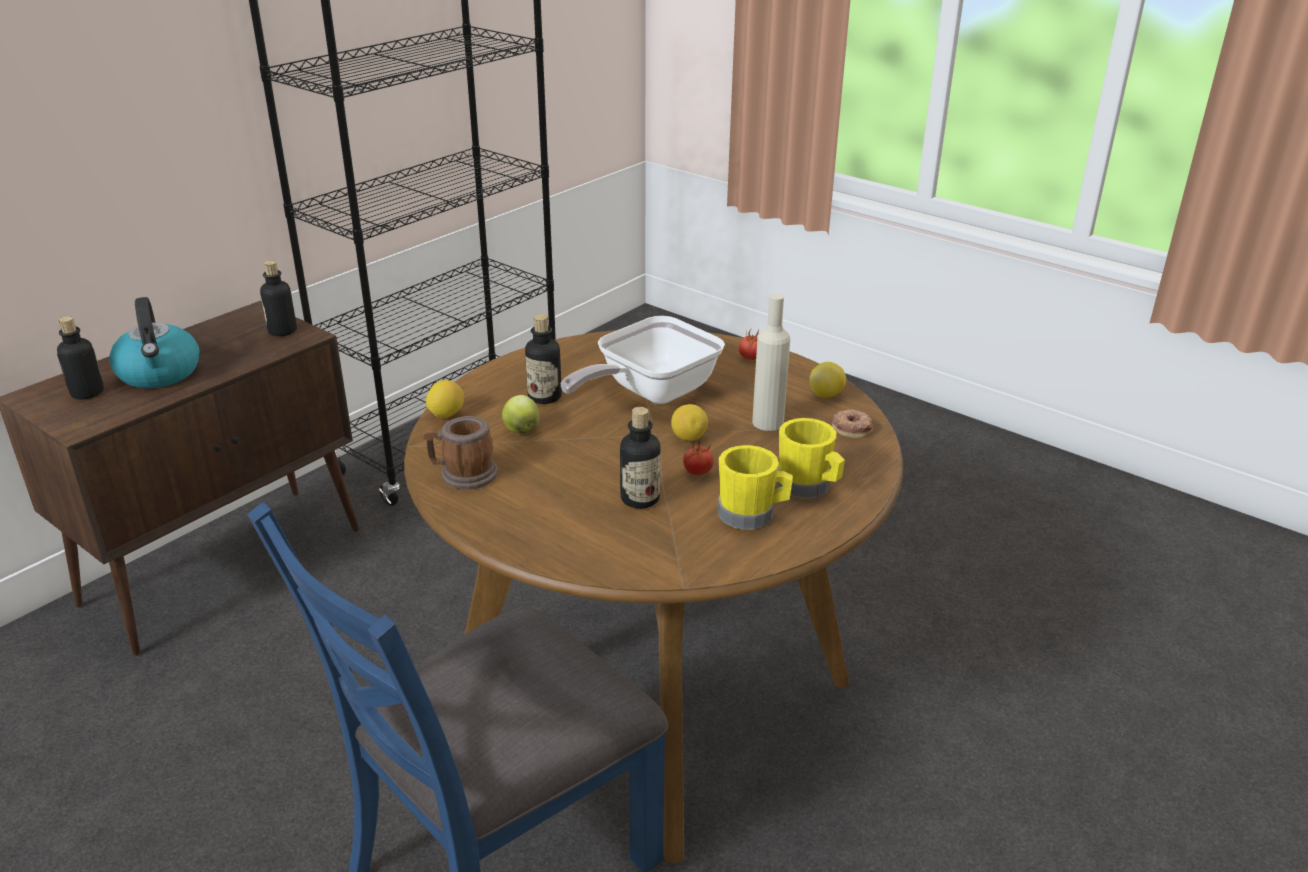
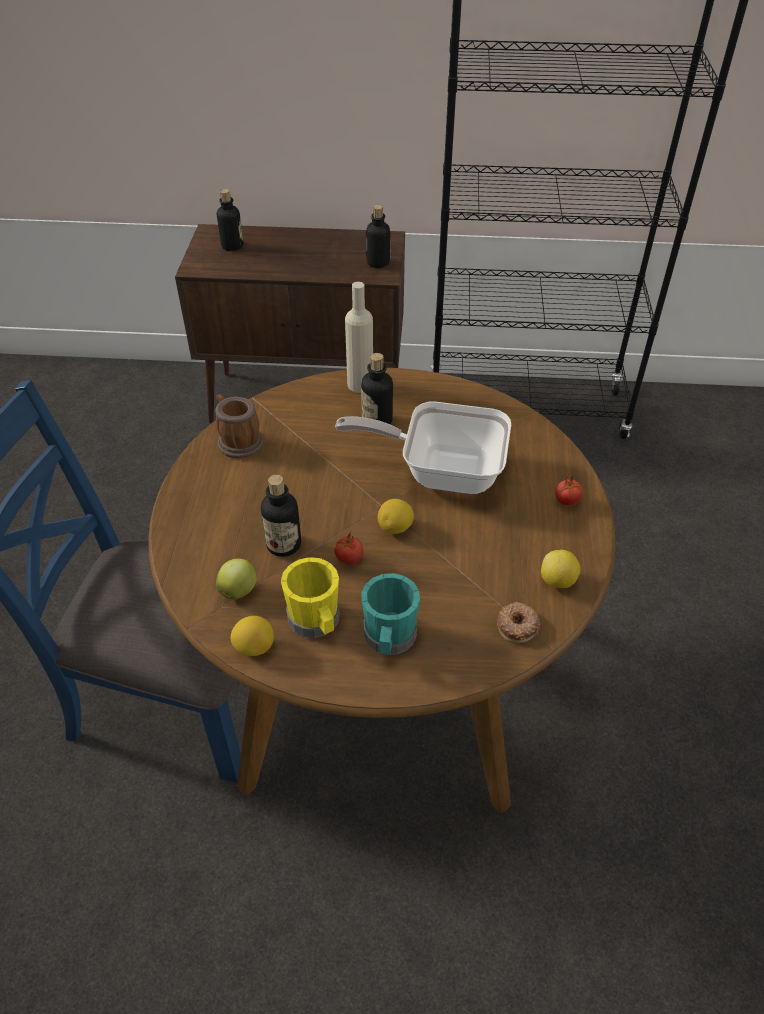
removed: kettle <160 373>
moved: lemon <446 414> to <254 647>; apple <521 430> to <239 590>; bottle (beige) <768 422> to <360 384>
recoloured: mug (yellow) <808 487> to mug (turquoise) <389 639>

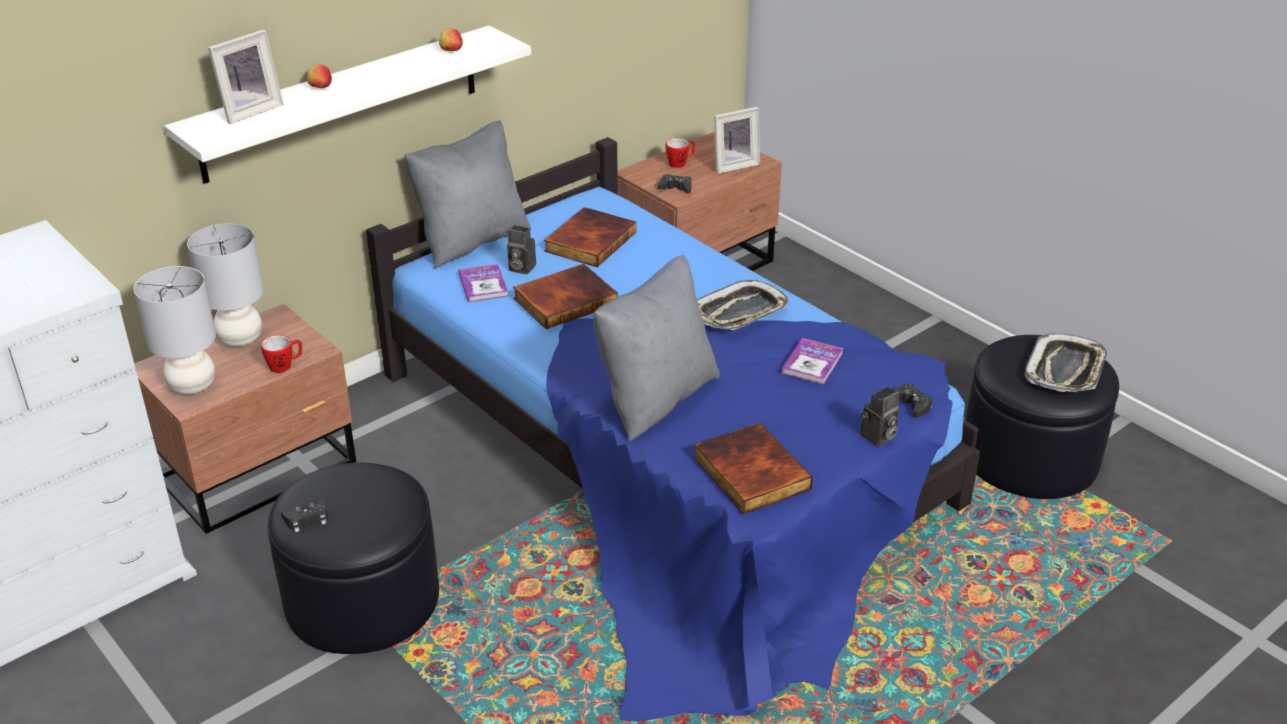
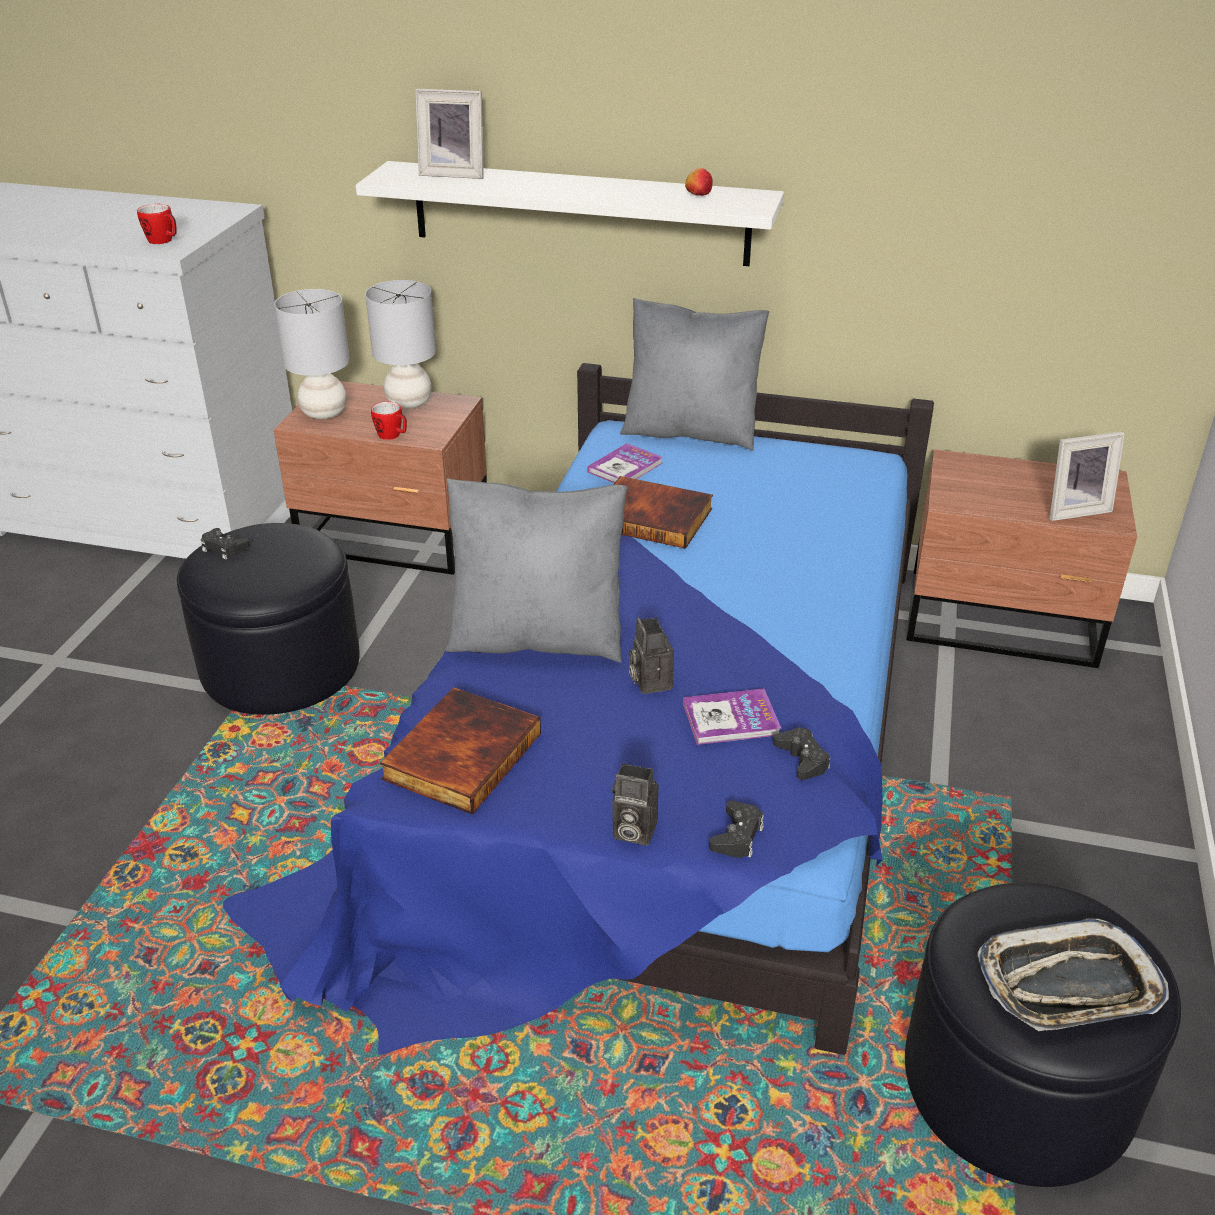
removed: apple <320 87>; book <589 241>; tray <739 313>
moved: photo camera <520 268> to <649 681>; game controller (black) <676 188> to <802 759>; mug <680 163> to <164 241>
turned: picture frame <734 165> = <1074 509> 45 degrees counterclockwise

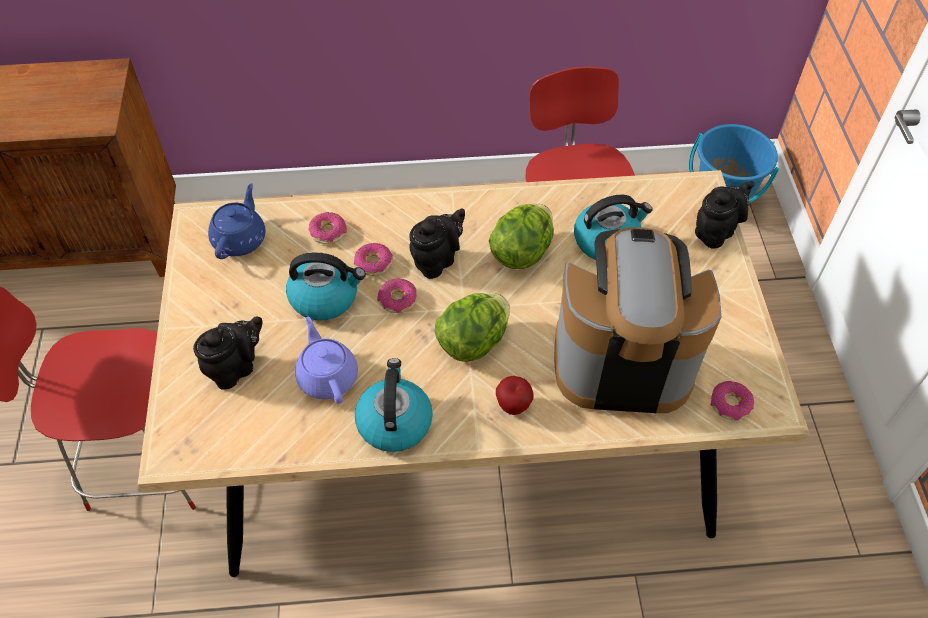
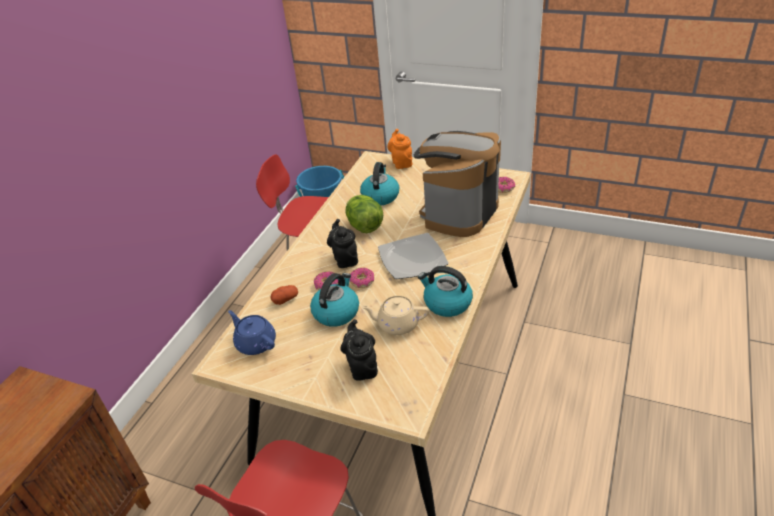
removed: apple <513 406>
replaced: donut <328 232> to potato <285 299>; lettuce <473 341> to plate <412 259>
recoloured: teapot (purple) <327 376> to teapot (beige) <397 324>; teapot (black) <716 231> to teapot (orange) <401 162>

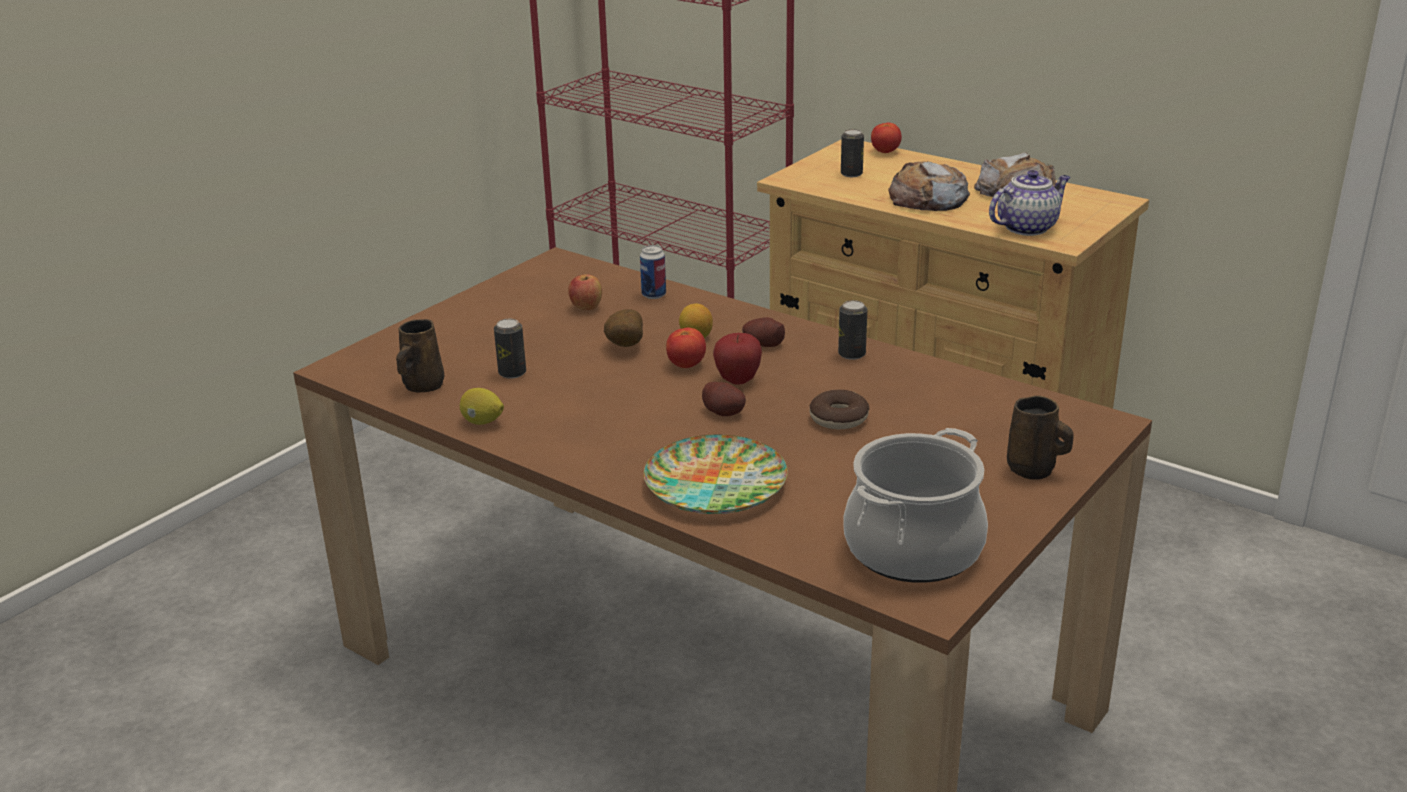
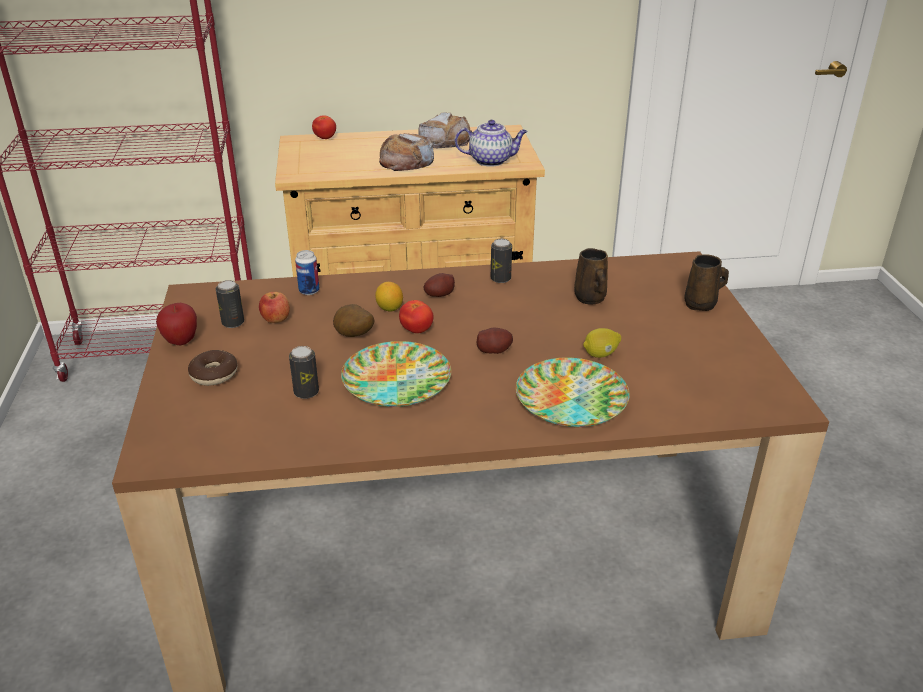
removed: cooking pot <913 548>
added: plate <397 381>
moved: mug (brown) <422 386> to <590 299>; lemon <482 422> to <600 354>; apple <738 380> to <181 341>; donut <839 418> to <214 374>; can <851 174> to <233 323>
turned: teapot <1027 227> = <491 161> 75 degrees clockwise

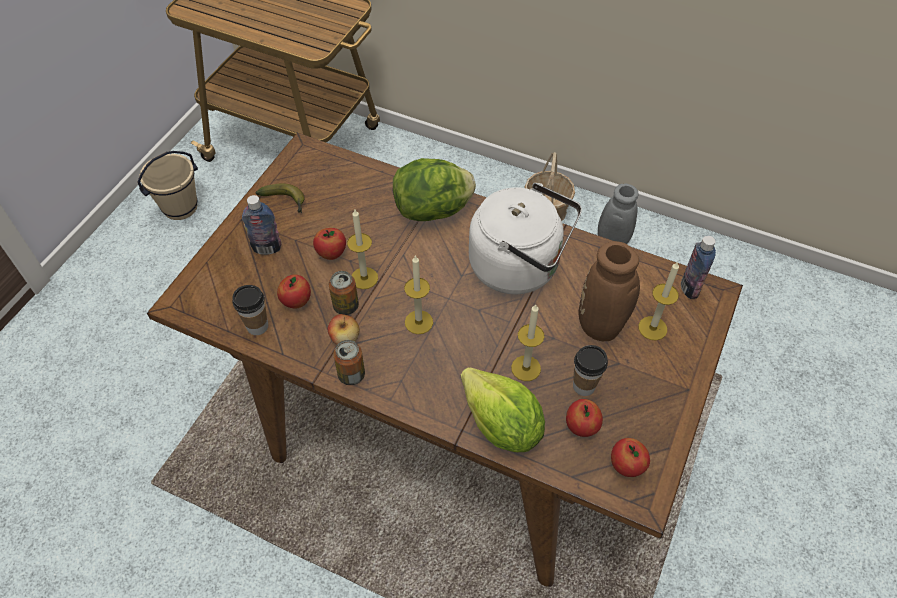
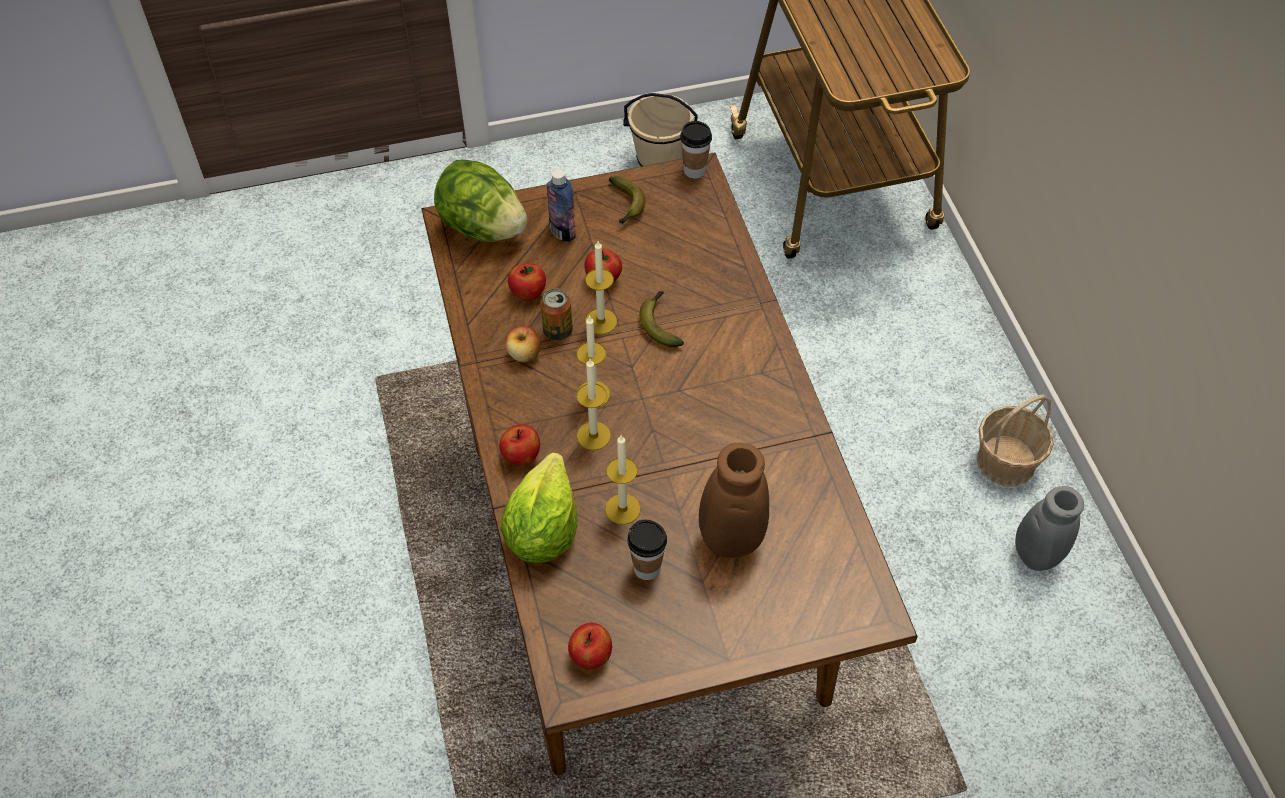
removed: can <351 375>; kettle (white) <520 267>; bottle <689 288>
added: banana <660 323>
moved: cup <257 326> to <694 170>; lettuce <433 210> to <483 228>; apple <581 427> to <521 456>; candle <652 328> to <593 436>

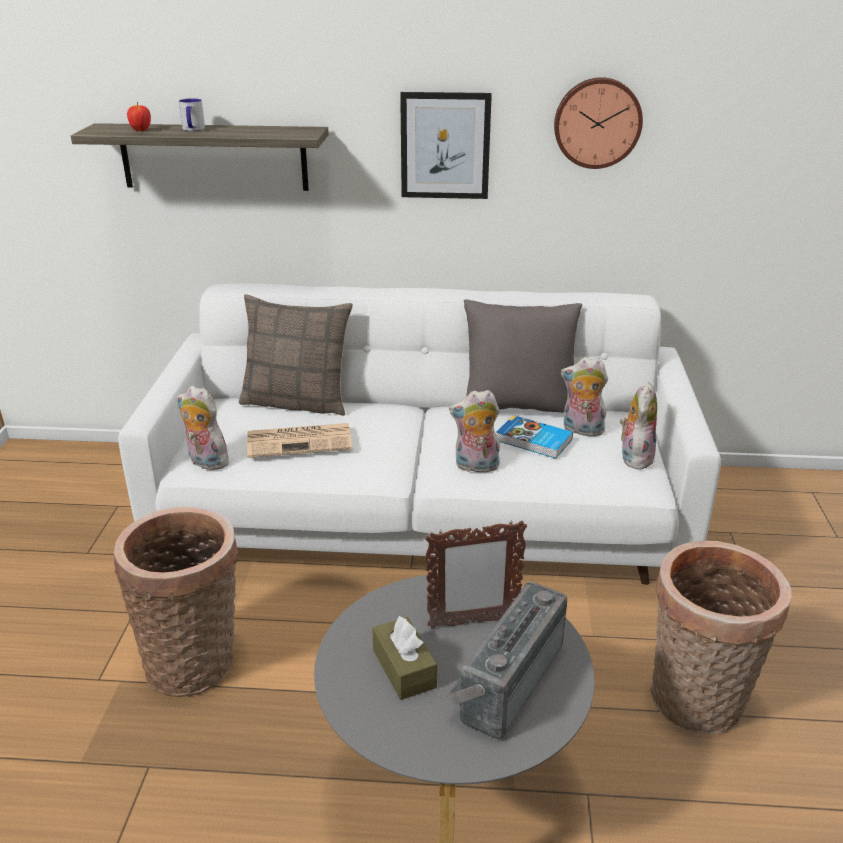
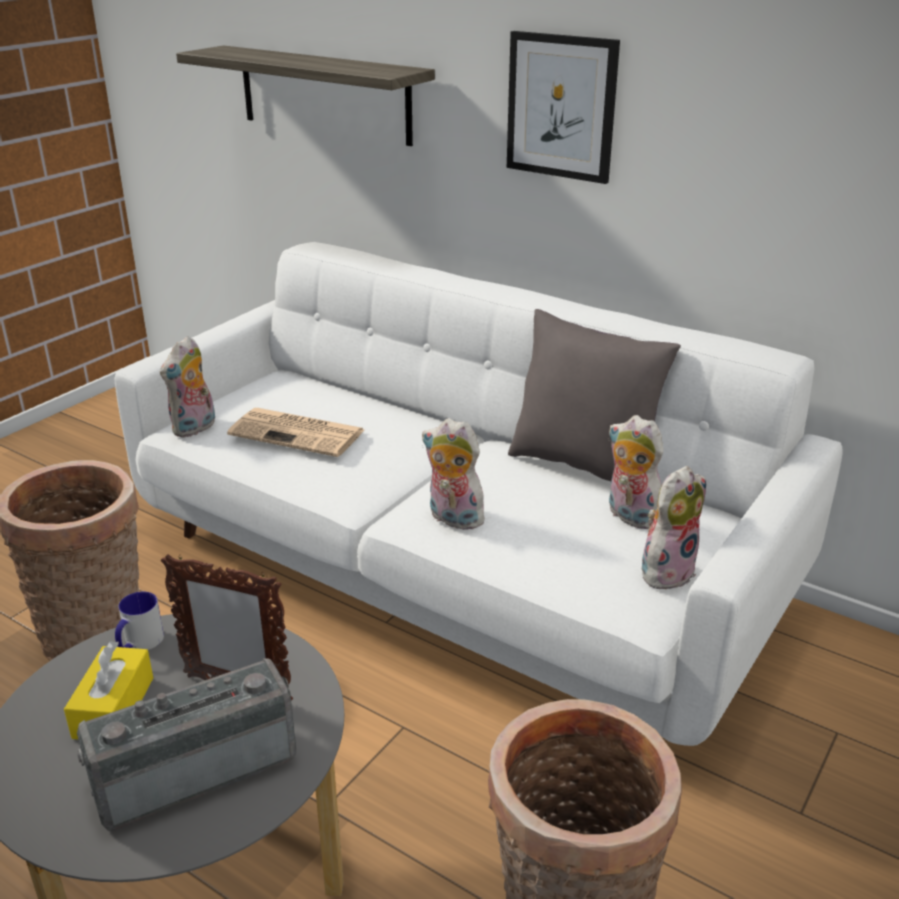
removed: apple <141 130>; pillow <297 402>; book <533 441>; wall clock <597 122>
moved: mug <193 129> to <139 643>
recoloured: tissue box (brown) <404 668> to tissue box (yellow) <114 707>
turned: plush toy <205 462> = <195 429> 120 degrees counterclockwise

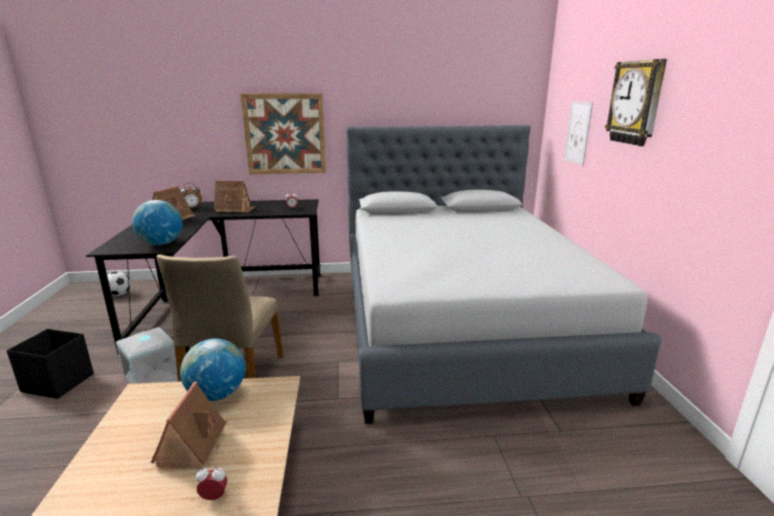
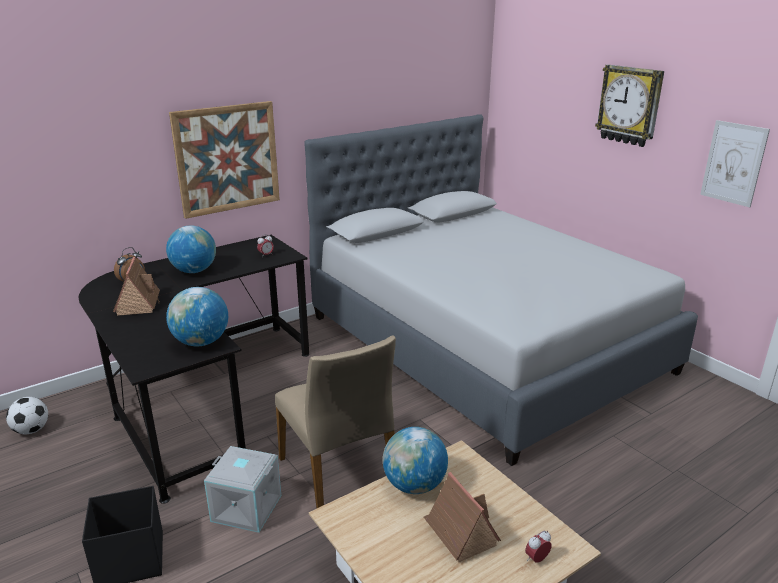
moved: picture <578 132> to <733 163>
replaced: toy house <235 209> to globe <194 271>

